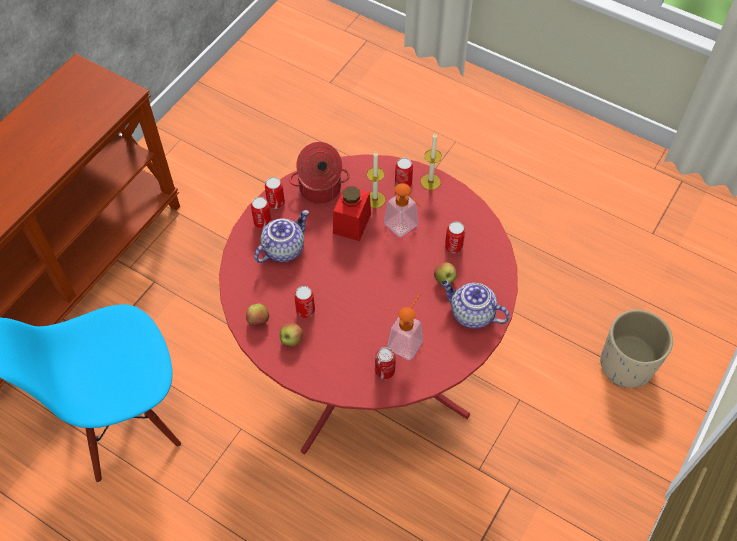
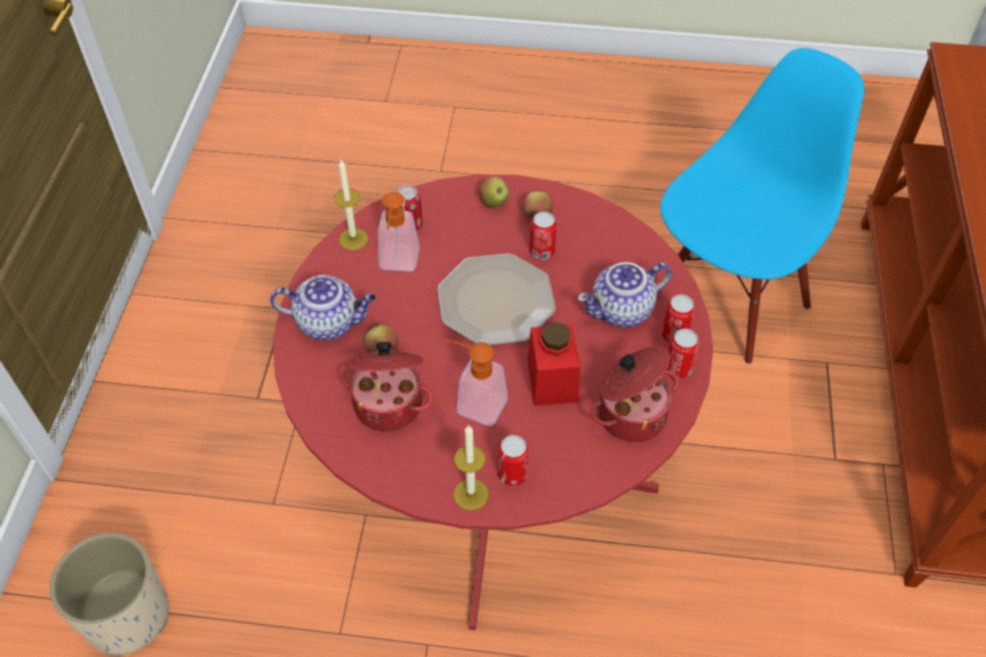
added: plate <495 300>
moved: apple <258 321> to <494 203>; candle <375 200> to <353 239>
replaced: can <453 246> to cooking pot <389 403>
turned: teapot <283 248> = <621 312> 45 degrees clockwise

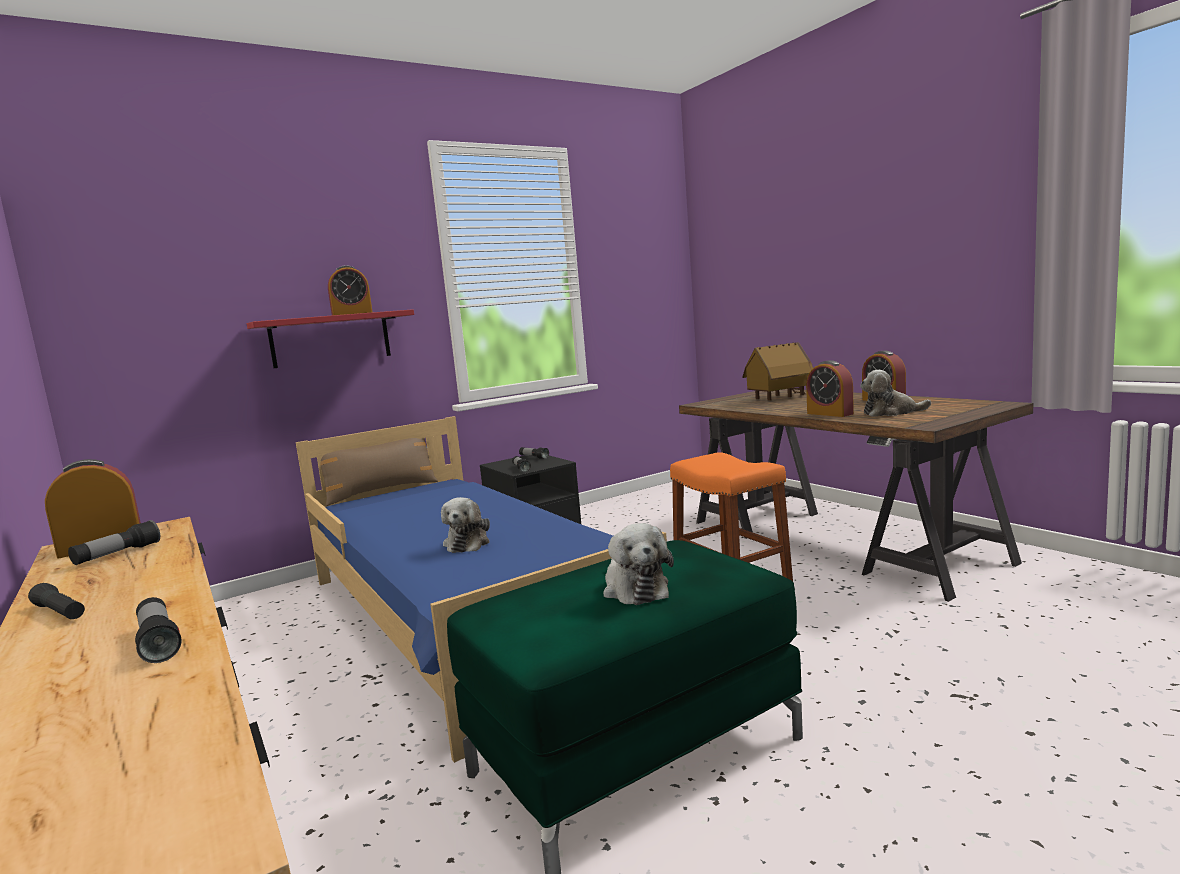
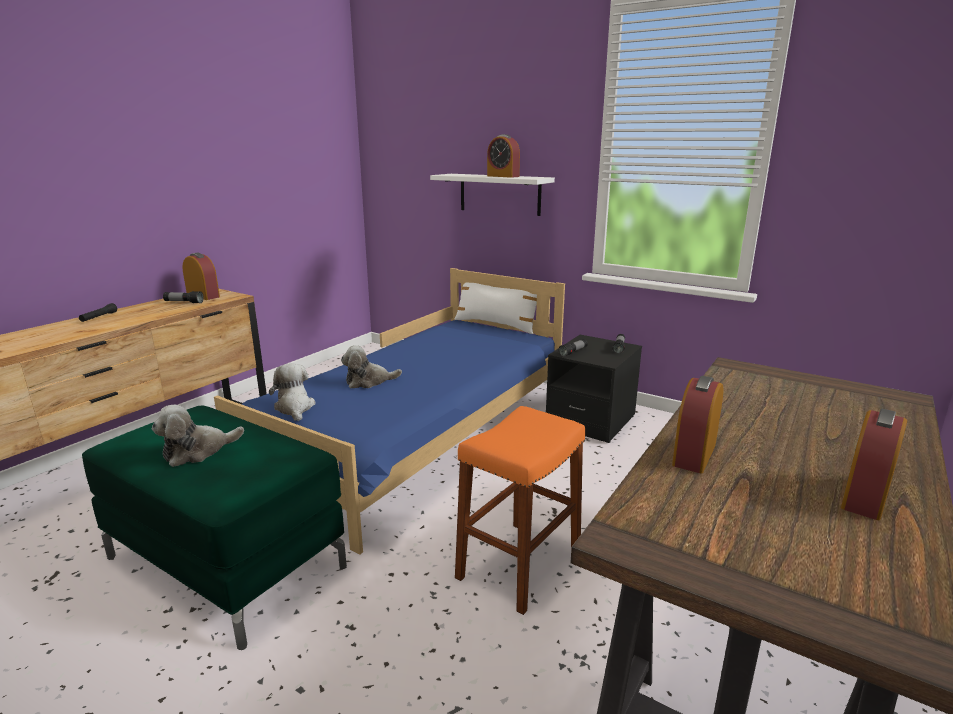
removed: flashlight <158 642>; toy house <779 398>
moved: plush toy <891 413> to <294 408>
recoloured: shelf (red) <331 339> to shelf (white) <499 194>; pillow (brown) <381 491> to pillow (white) <496 324>

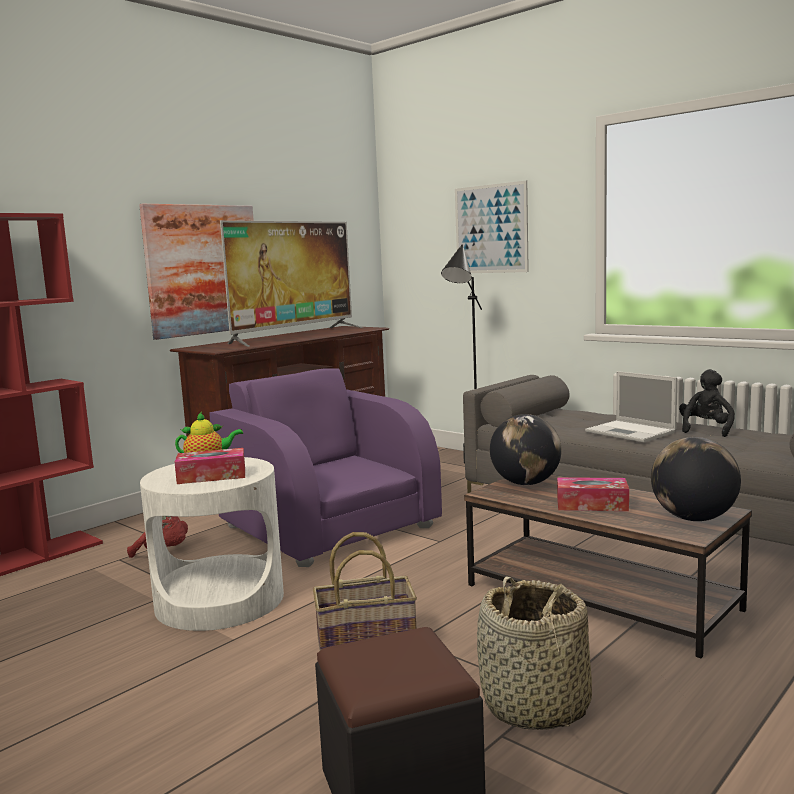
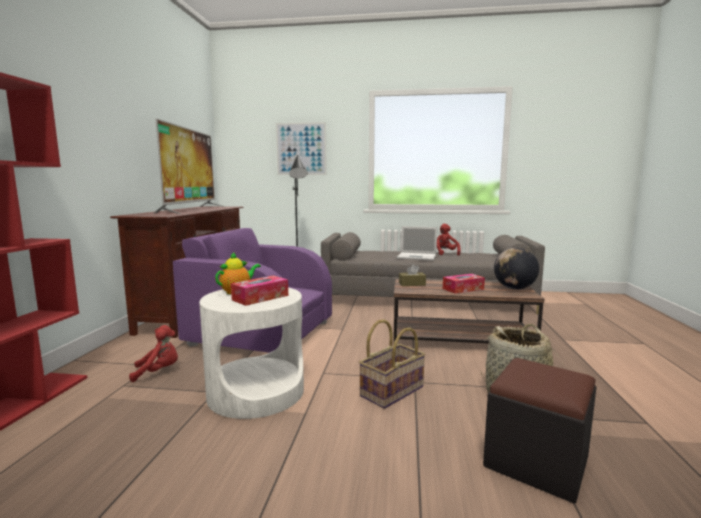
removed: picture <203 269>
replaced: globe <526 483> to tissue box (brown) <412 284>
recoloured: plush toy (black) <706 430> to plush toy (red) <444 253>

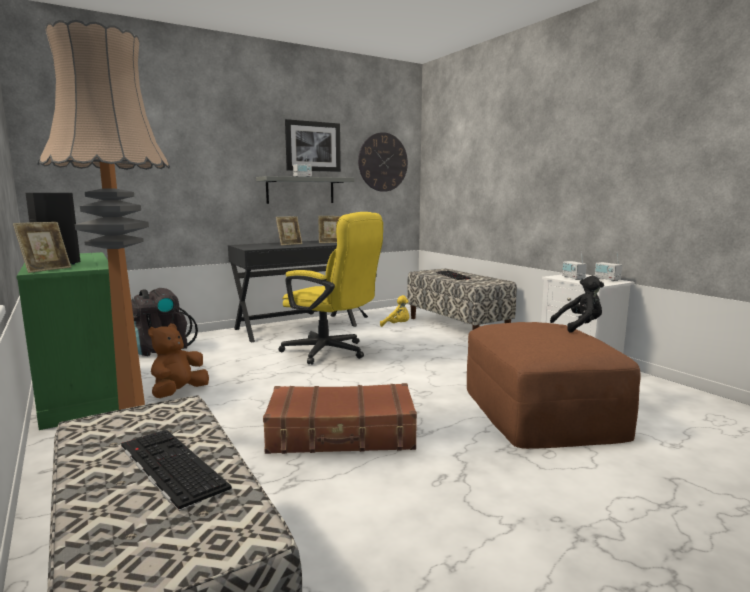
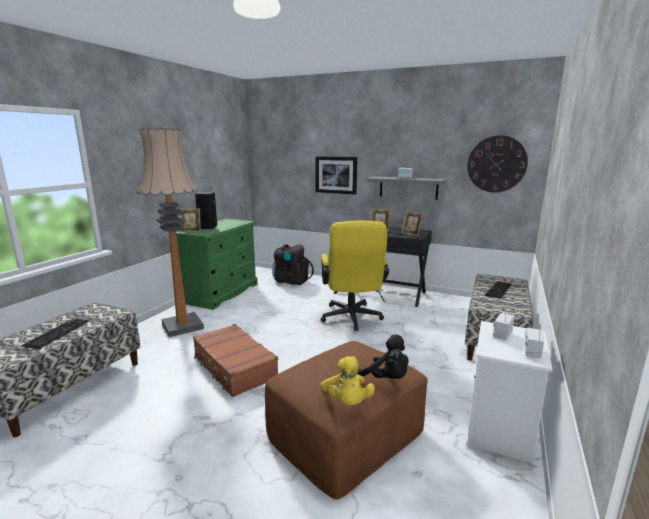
removed: plush toy (brown) <178 393>
moved: picture <313 146> to <336 175>; plush toy (yellow) <397 325> to <347 402>

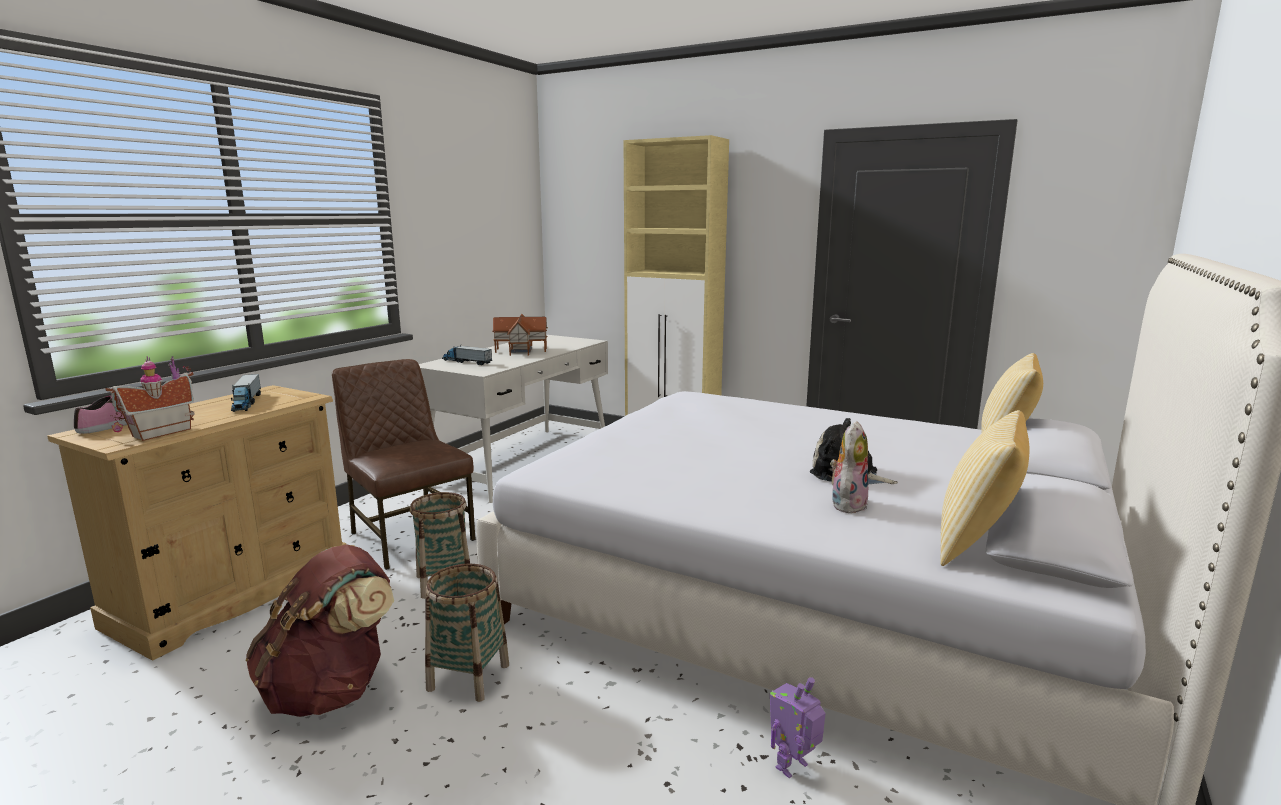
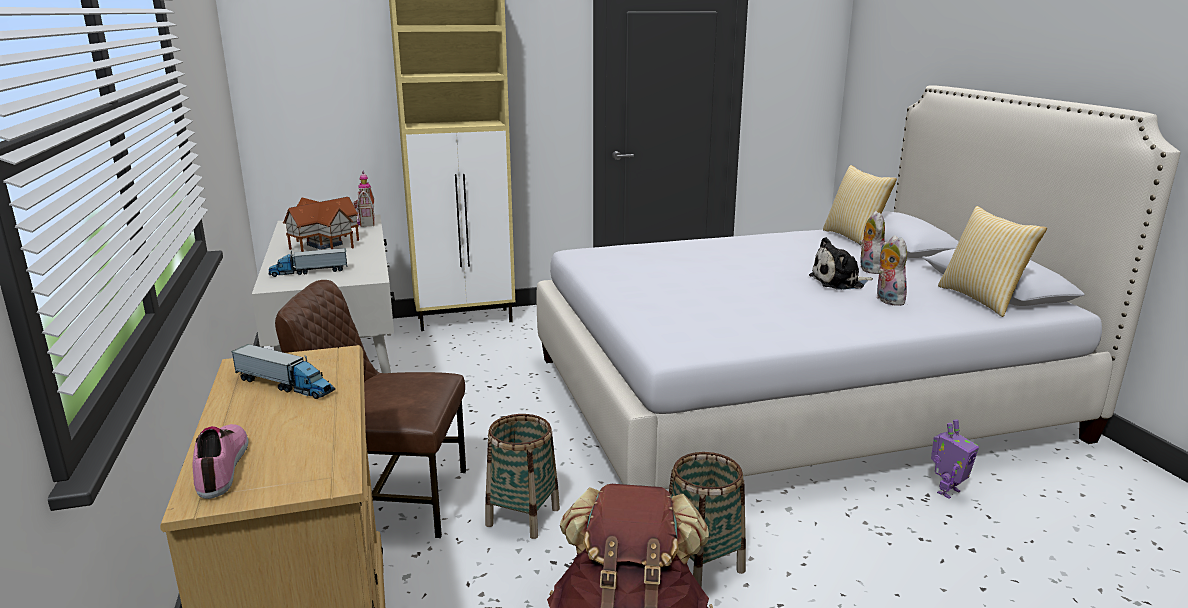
added: plush toy <868 269>
moved: toy house <158 432> to <364 223>
turned: toy robot <793 767> = <947 491> 135 degrees counterclockwise

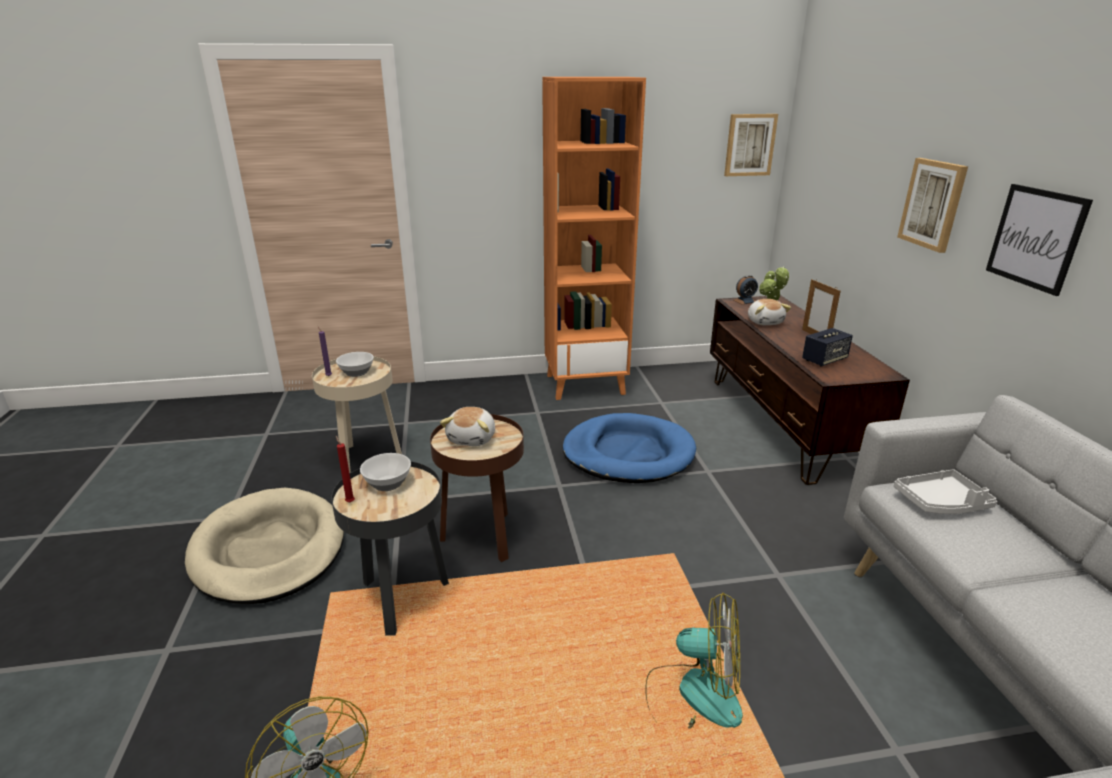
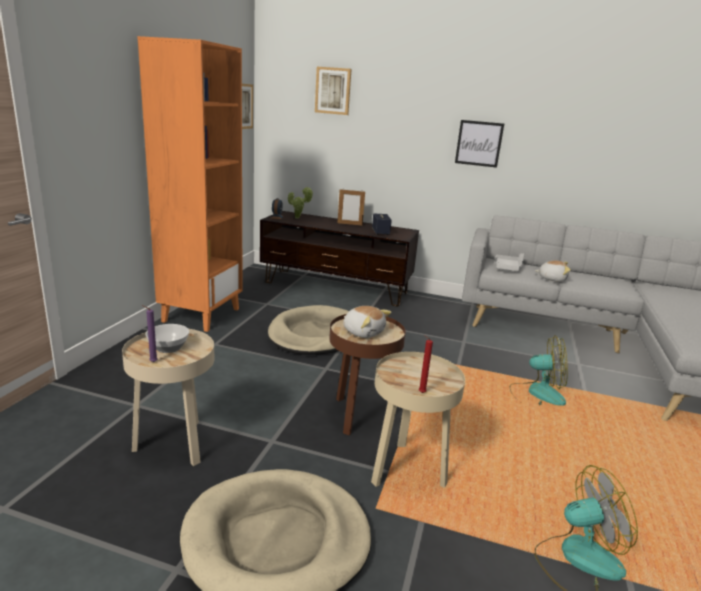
removed: bowl <388 484>
moved: plush toy <765 322> to <552 279>; picture <933 204> to <333 91>
recoloured: side table (black) <401 598> to side table (beige) <406 470>; dog bed (blue) <628 453> to dog bed (beige) <314 334>
turned: fan <693 695> = <536 394> 60 degrees clockwise

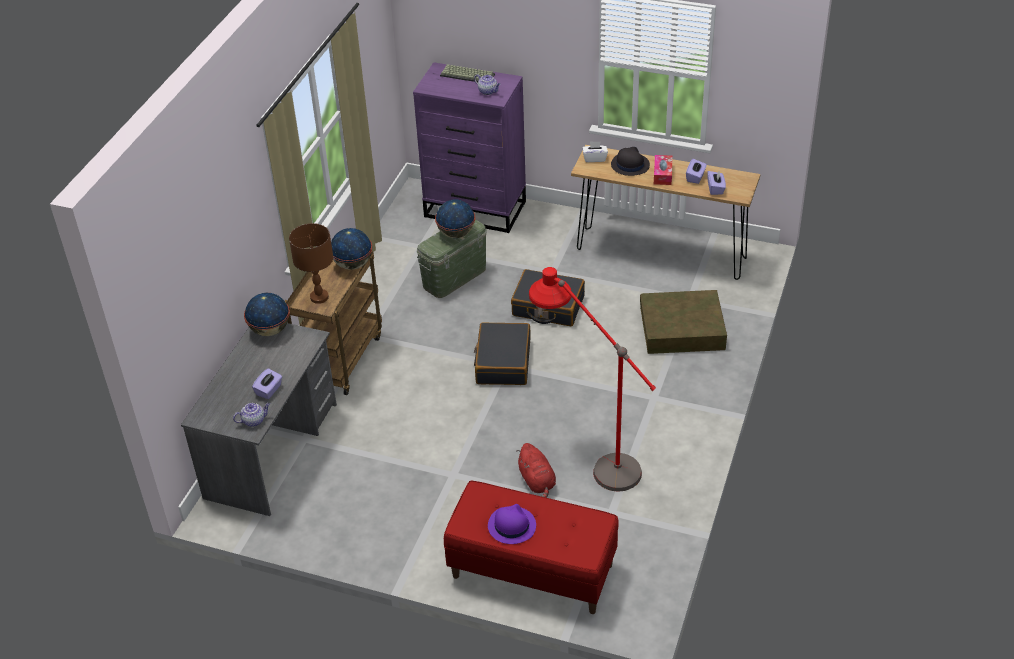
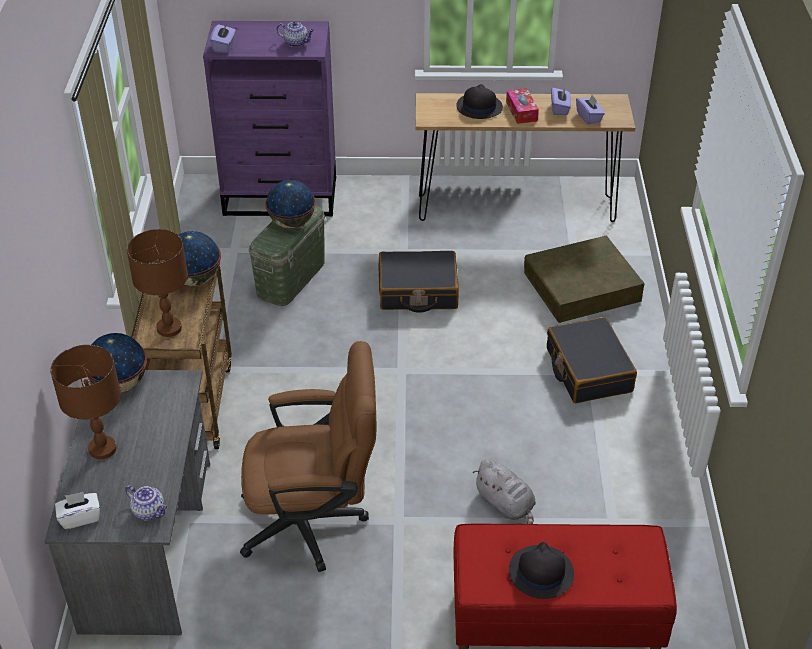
removed: keyboard <468 74>; floor lamp (red) <590 456>
added: table lamp (brown) <102 449>; office chair (brown) <314 522>
moved: tissue box (purple) <269 390> to <224 47>; suitcase (black) <503 362> to <588 370>; tissue box (white) <594 158> to <80 517>
recoloured: hat (purple) <511 525> to hat (black) <540 572>; plush toy (red) <537 481> to plush toy (grey) <506 505>
turned: teapot <254 420> = <150 511> 75 degrees clockwise

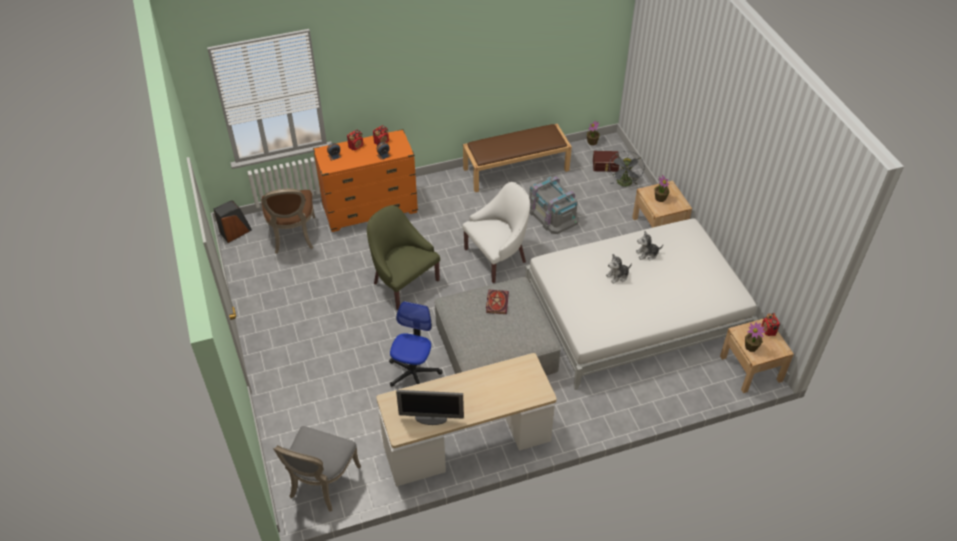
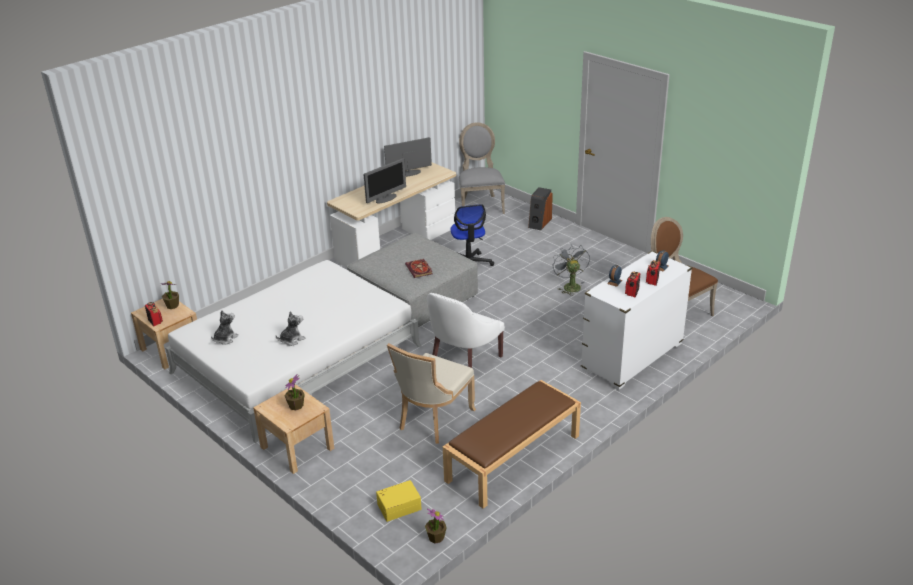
removed: armchair (green) <403 283>
added: monitor <386 198>
moved: speaker <236 232> to <539 223>; plush toy <618 276> to <225 339>; fan (grey) <624 184> to <570 286>
replaced: storage box (grey) <552 213> to chair (beige) <433 420>
recoloured: dresser (orange) <370 210> to dresser (white) <632 357>; storage box (brown) <605 166> to storage box (yellow) <398 506>

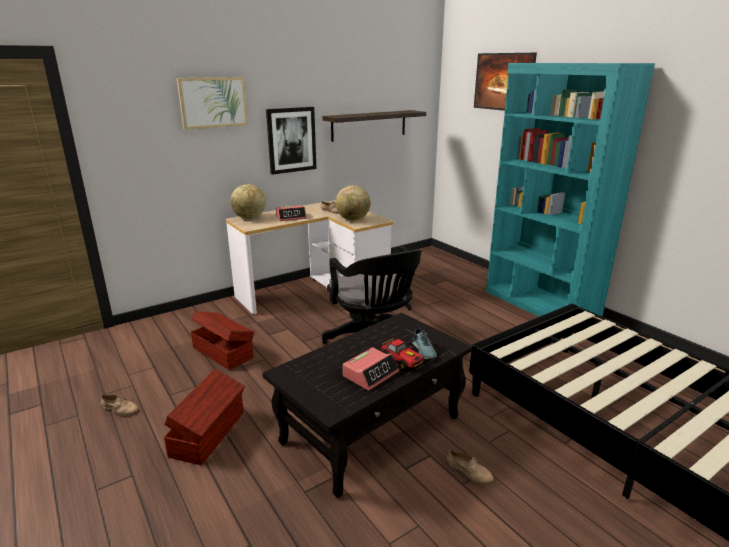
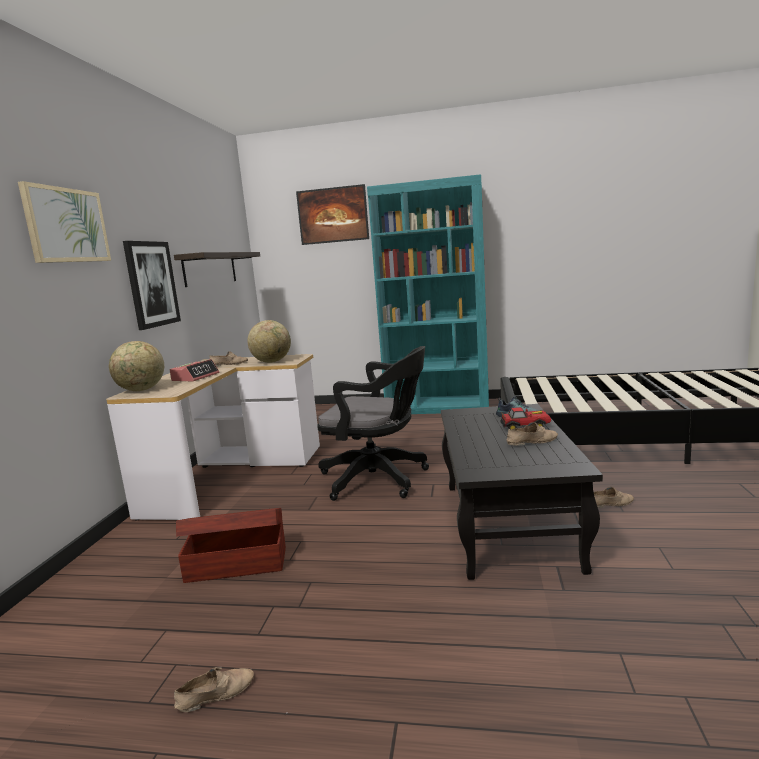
removed: storage box (brown) <209 433>
replaced: alarm clock <371 374> to shoe (beige) <531 441>

